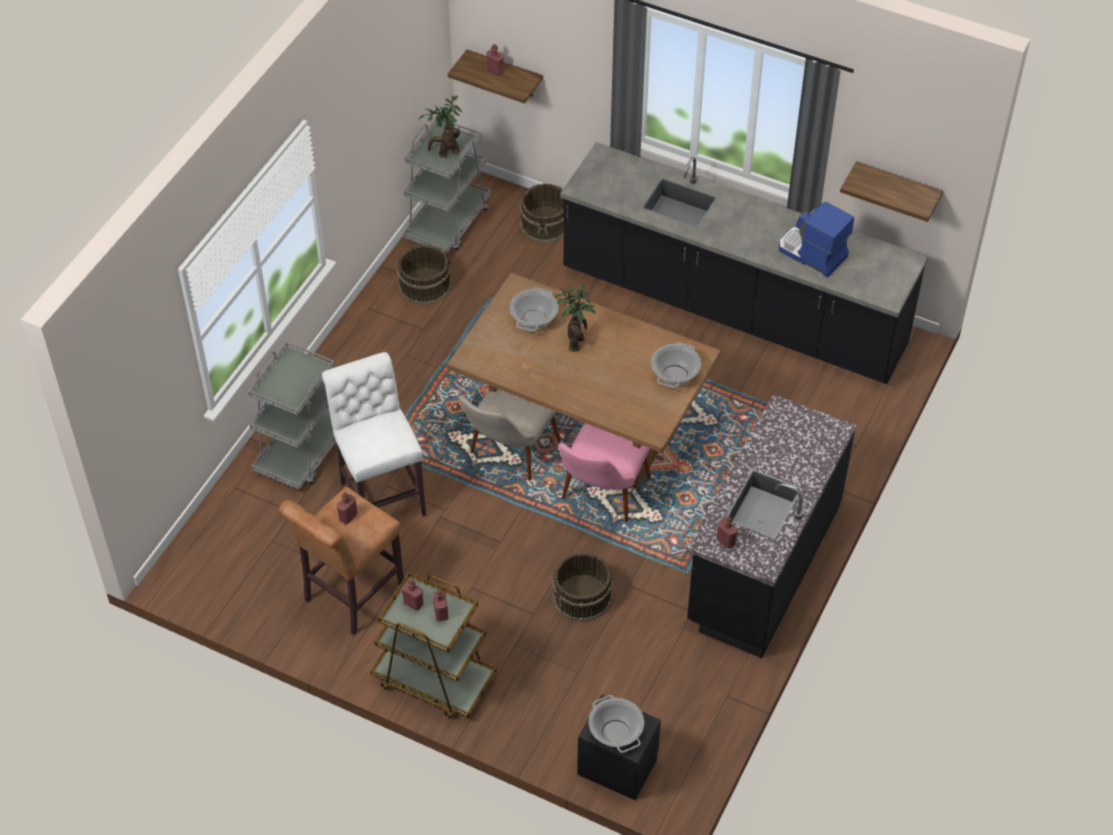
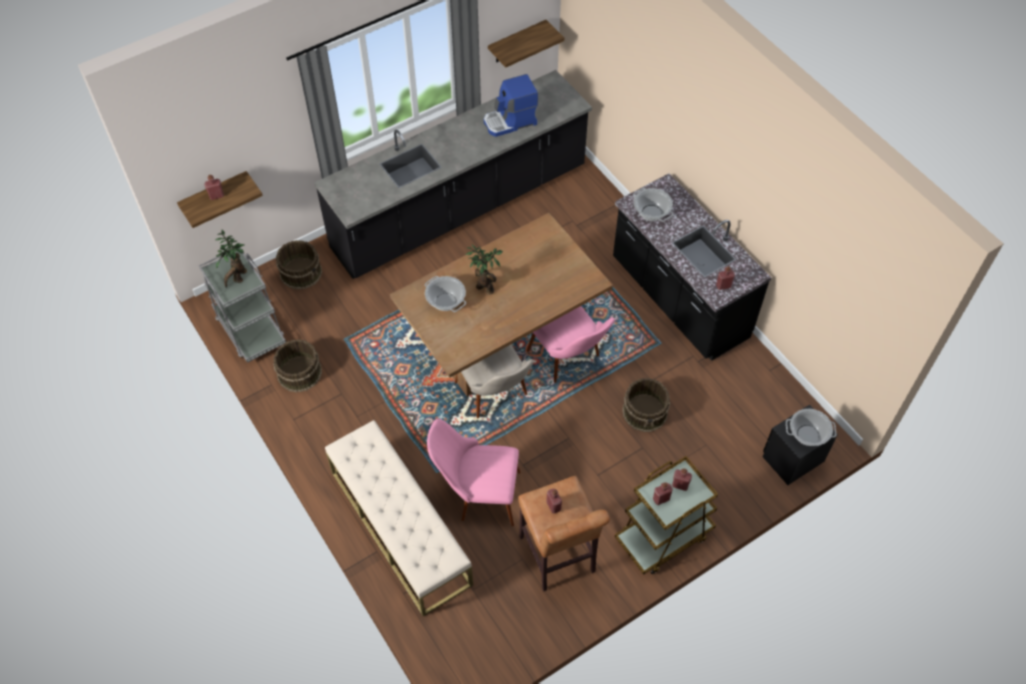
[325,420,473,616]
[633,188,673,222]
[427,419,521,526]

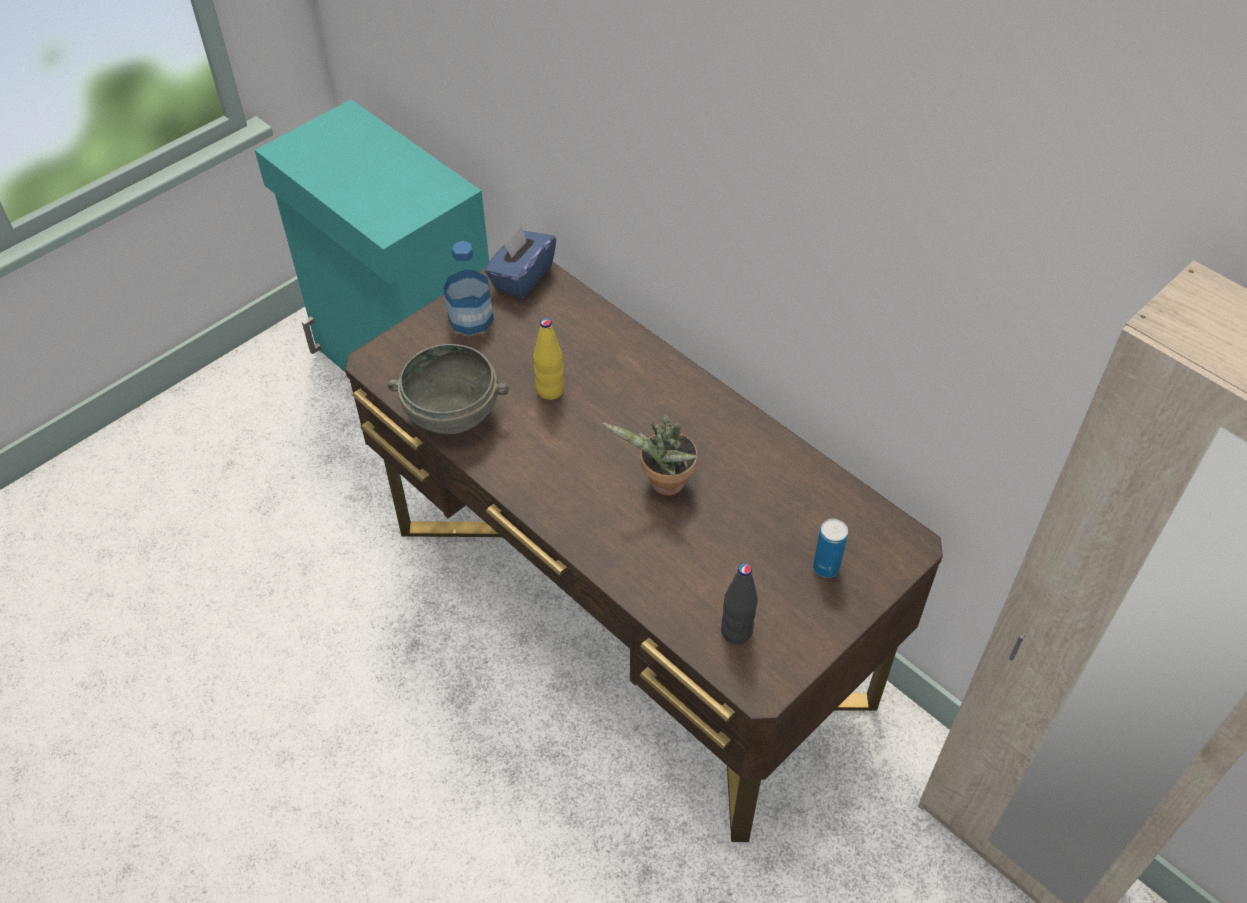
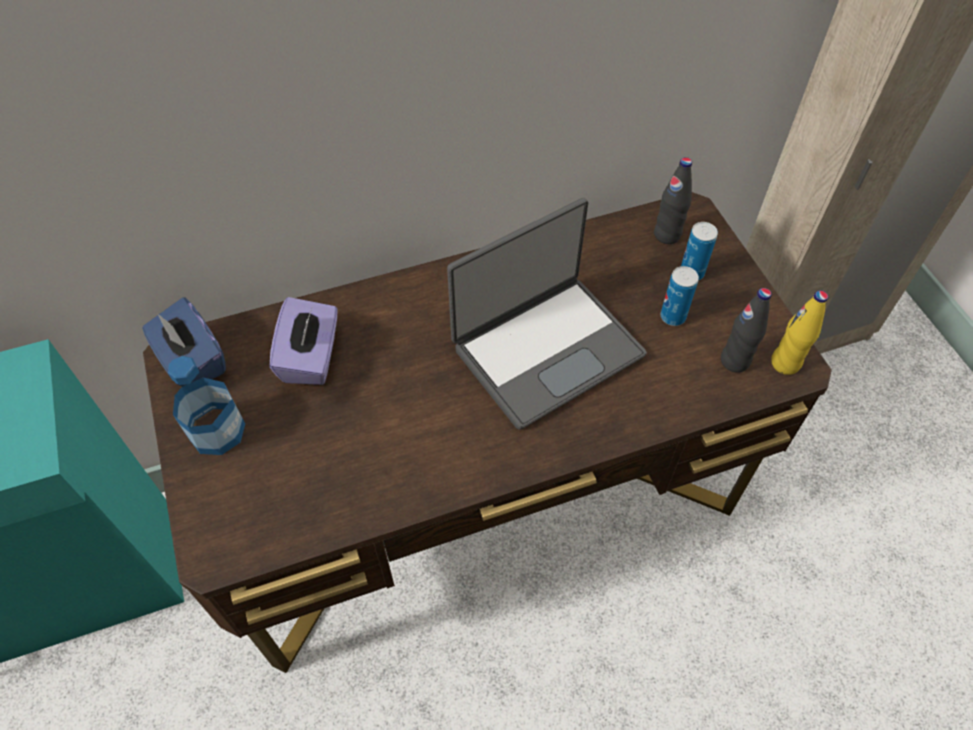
[771,290,828,375]
[387,344,509,434] (first image)
[447,198,647,430]
[654,157,692,244]
[661,266,699,326]
[269,297,338,385]

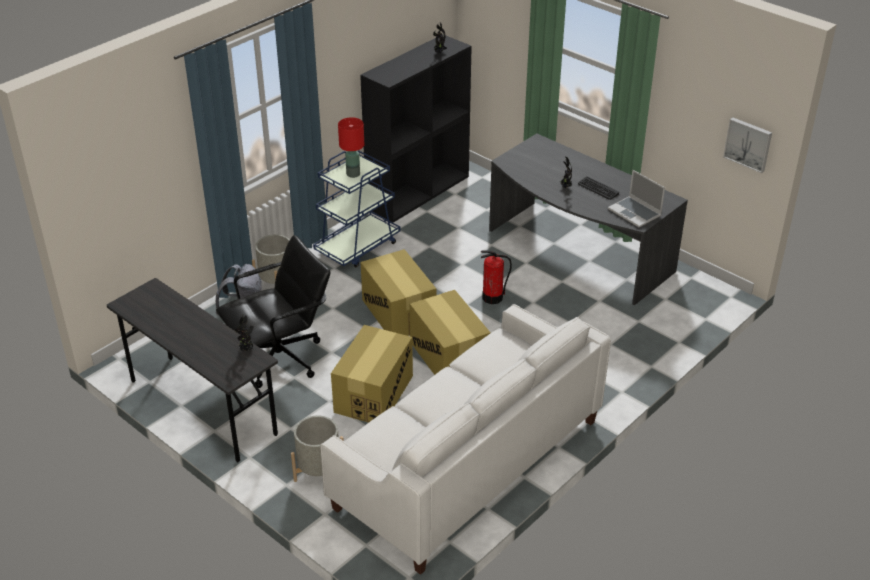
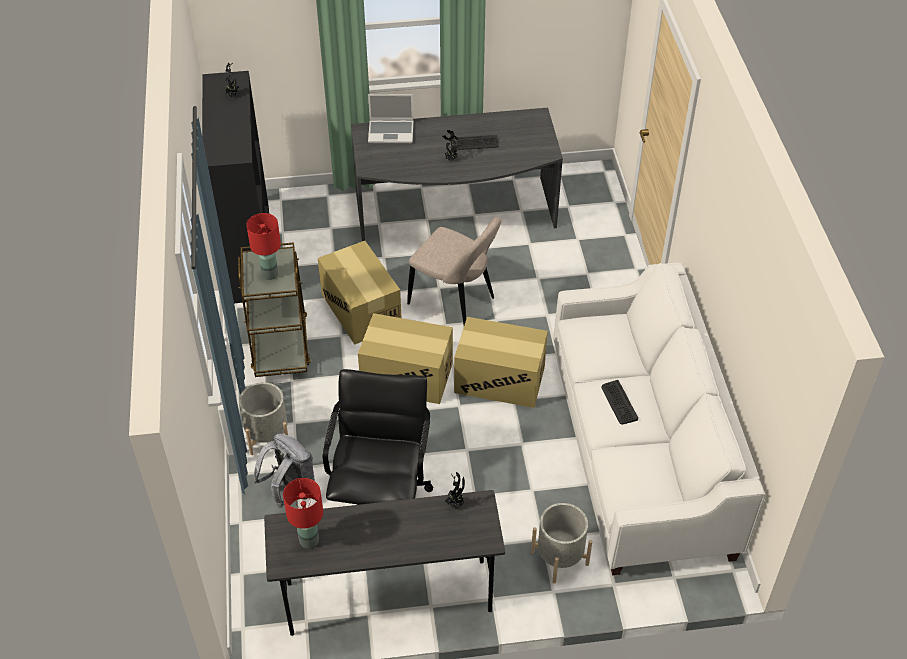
[723,117,772,173] (first image)
[238,242,311,377]
[368,94,413,143]
[407,216,501,325]
[318,241,401,345]
[601,380,638,425]
[283,478,323,549]

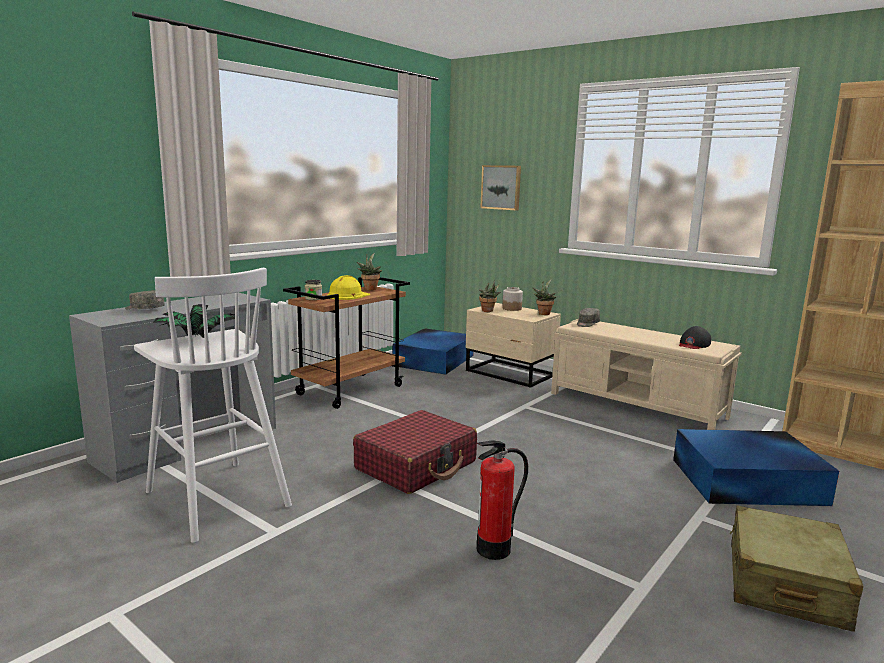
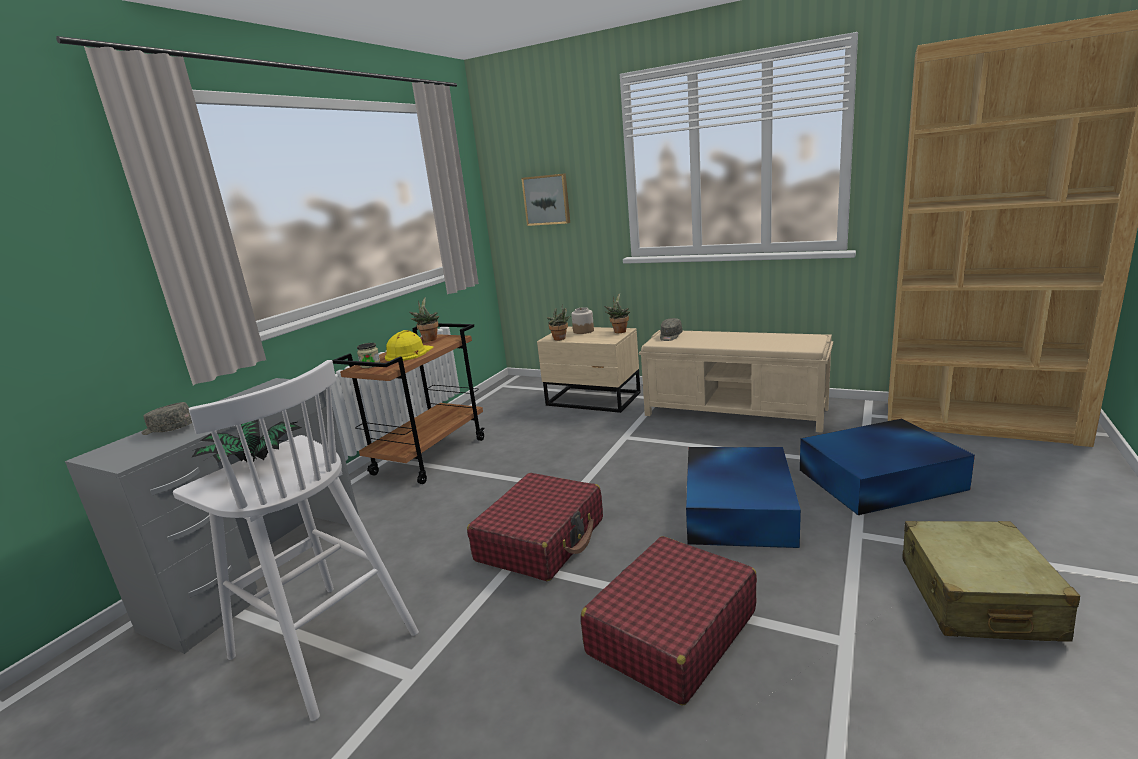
[679,326,711,349] (first image)
[686,447,801,548]
[581,536,757,706]

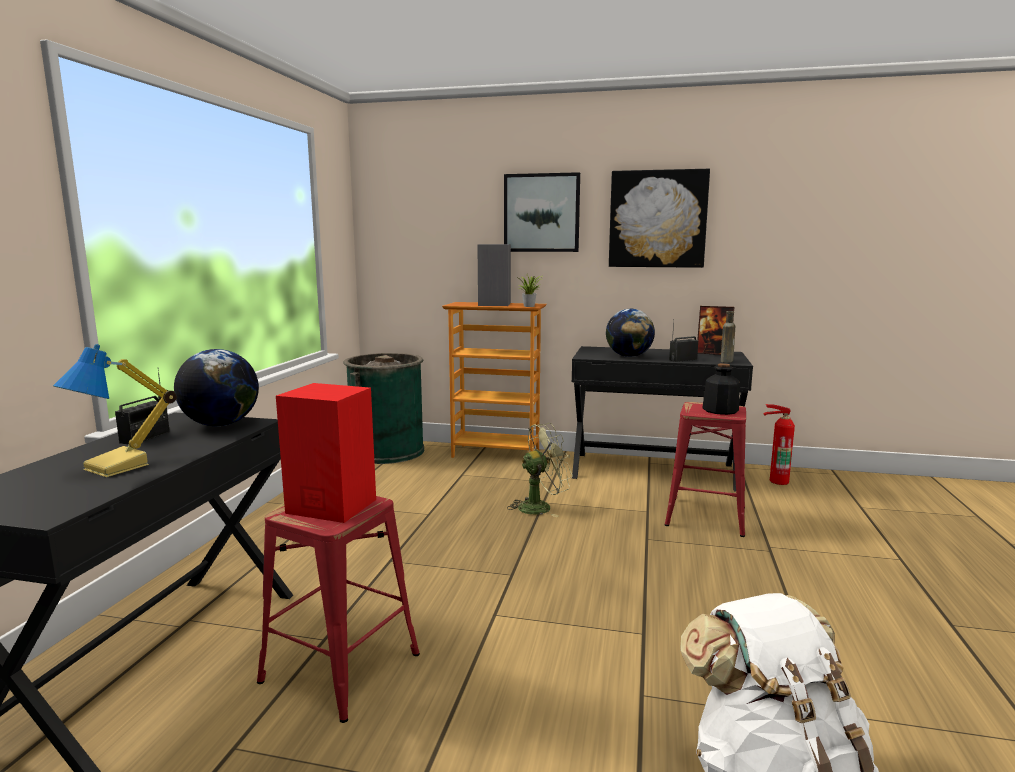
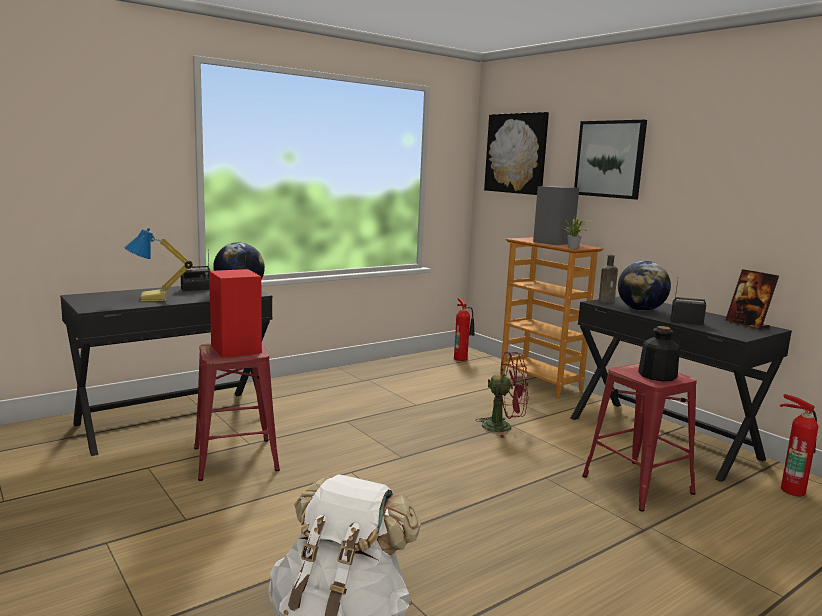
[484,112,549,195]
[599,255,618,303]
[454,298,475,361]
[475,351,528,438]

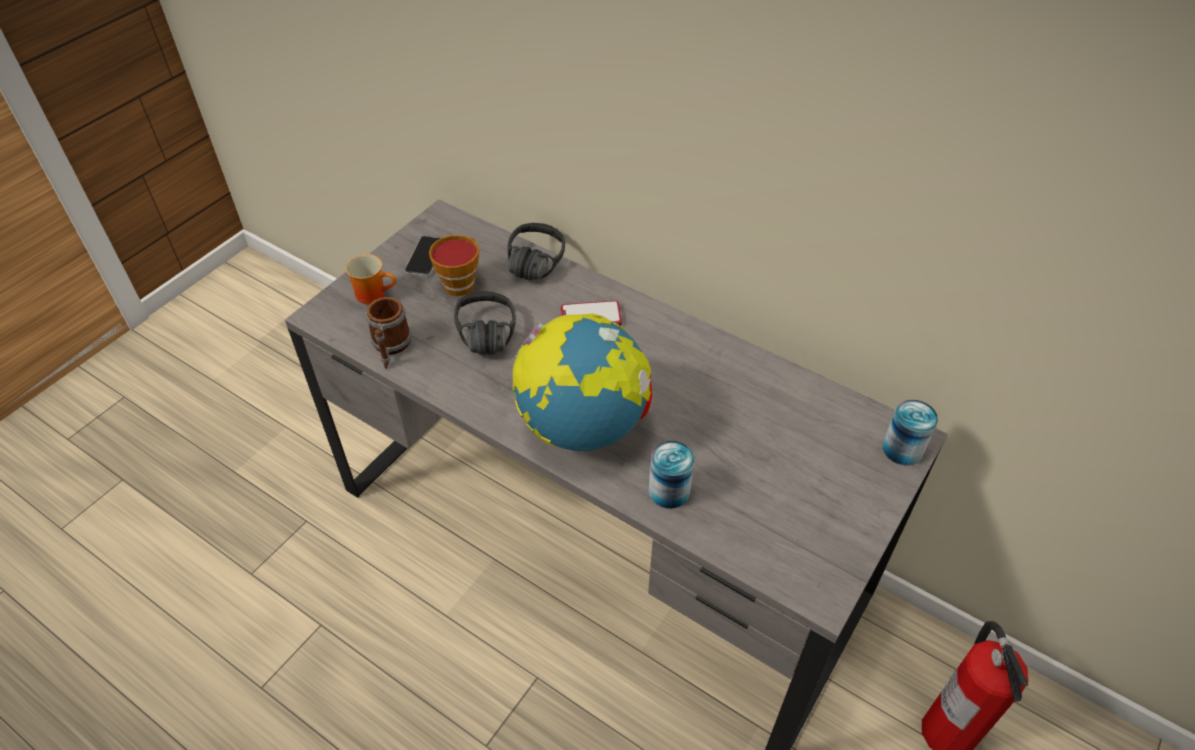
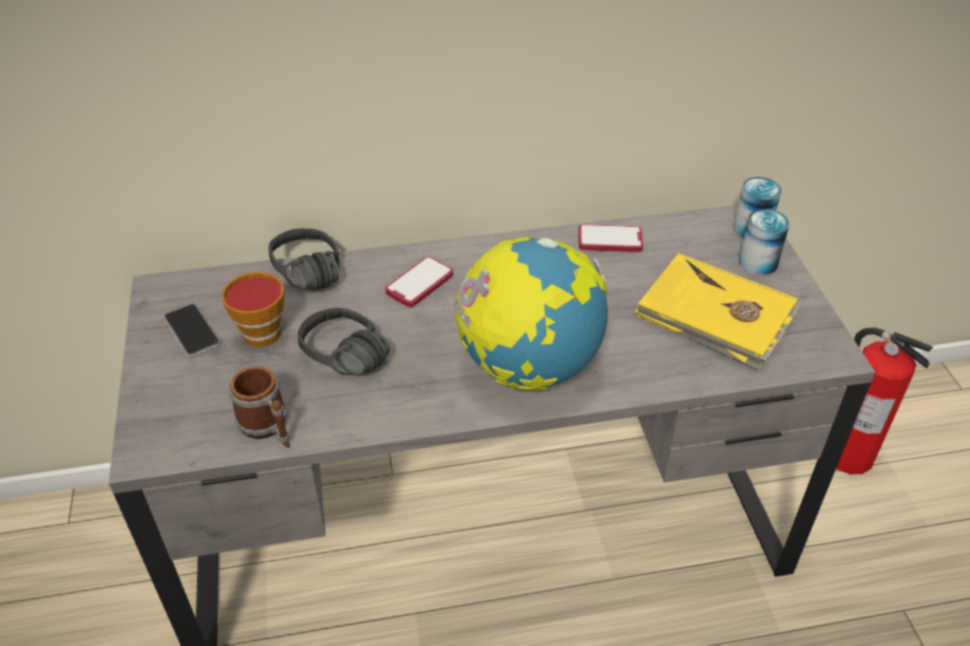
[345,254,396,304] (first image)
[739,209,790,275]
[578,224,643,252]
[634,253,799,370]

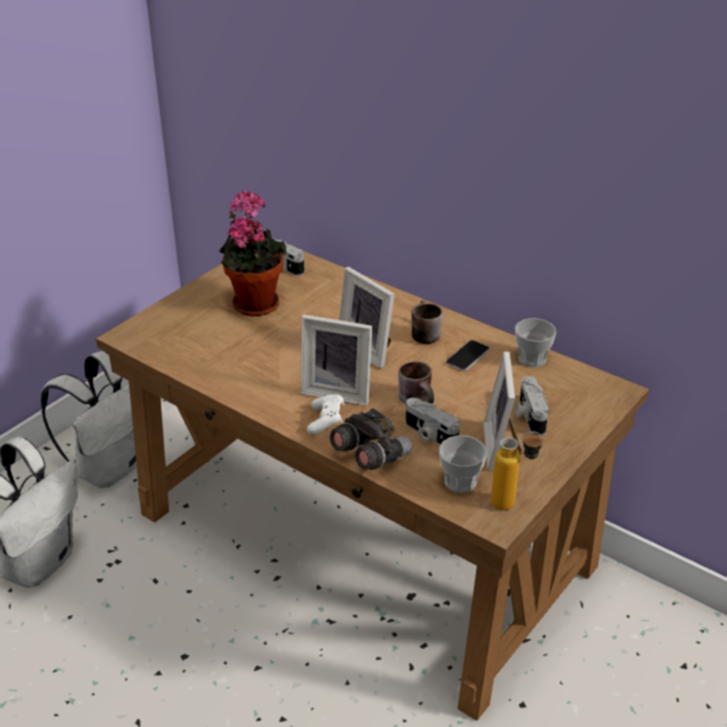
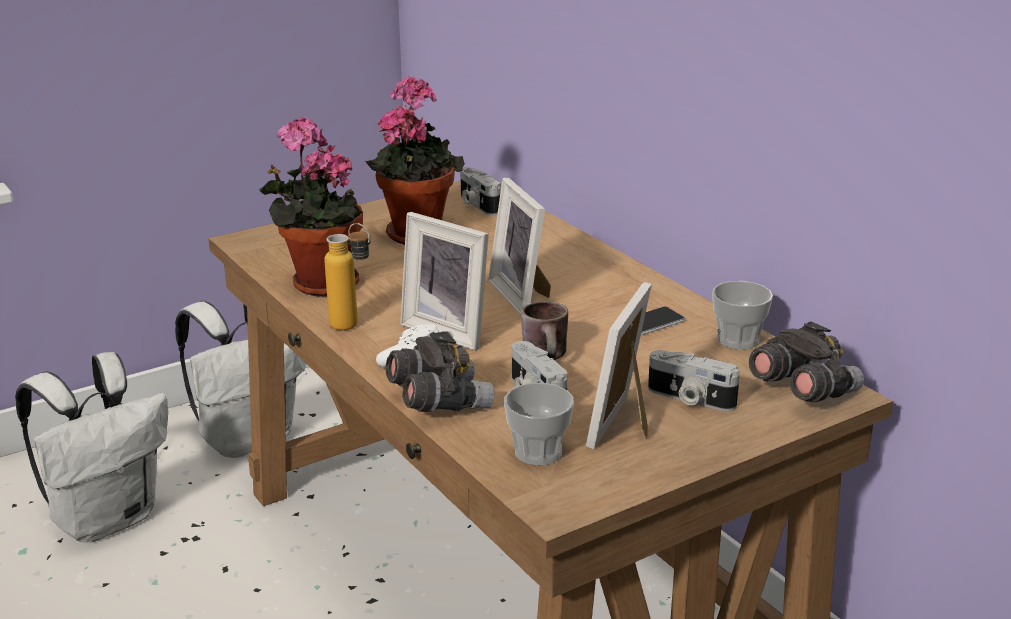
[411,300,443,344] (first image)
[648,350,740,411]
[324,223,370,330]
[259,117,363,297]
[749,321,864,402]

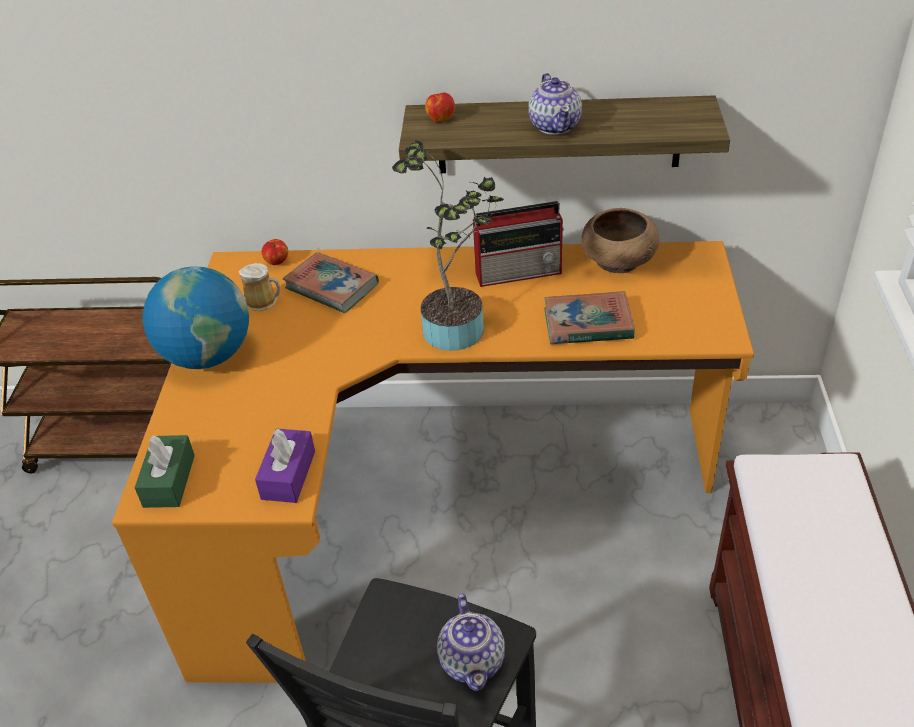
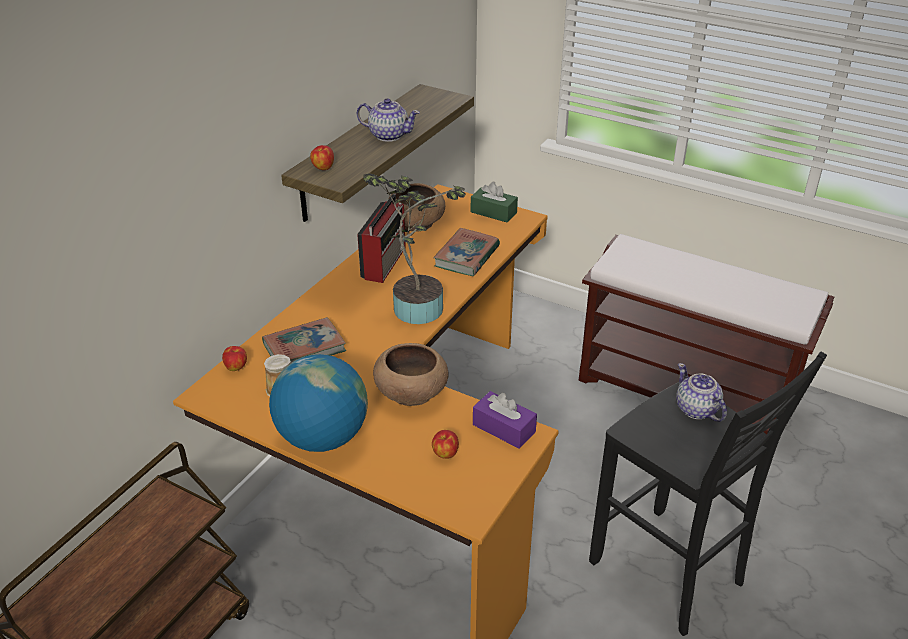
[471,182,518,222]
[676,363,727,422]
[373,343,449,406]
[432,430,459,459]

